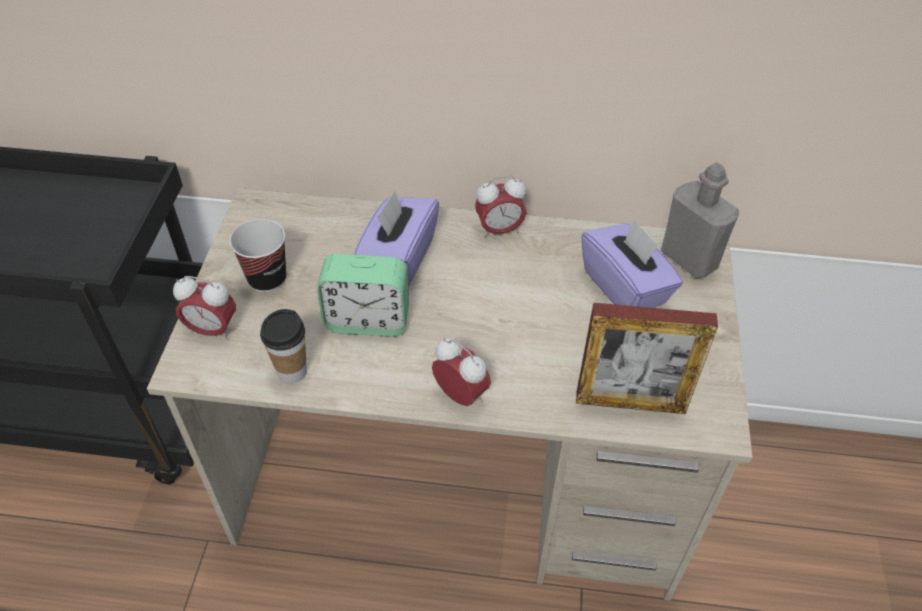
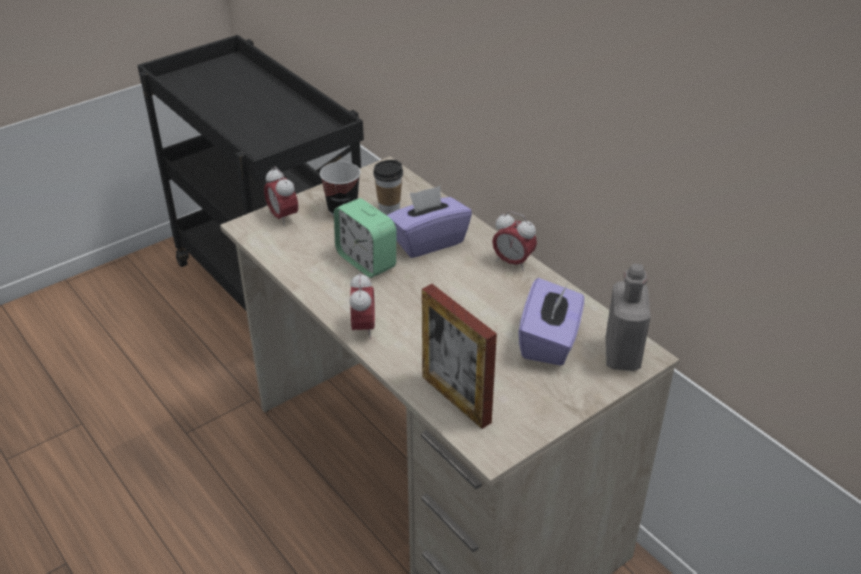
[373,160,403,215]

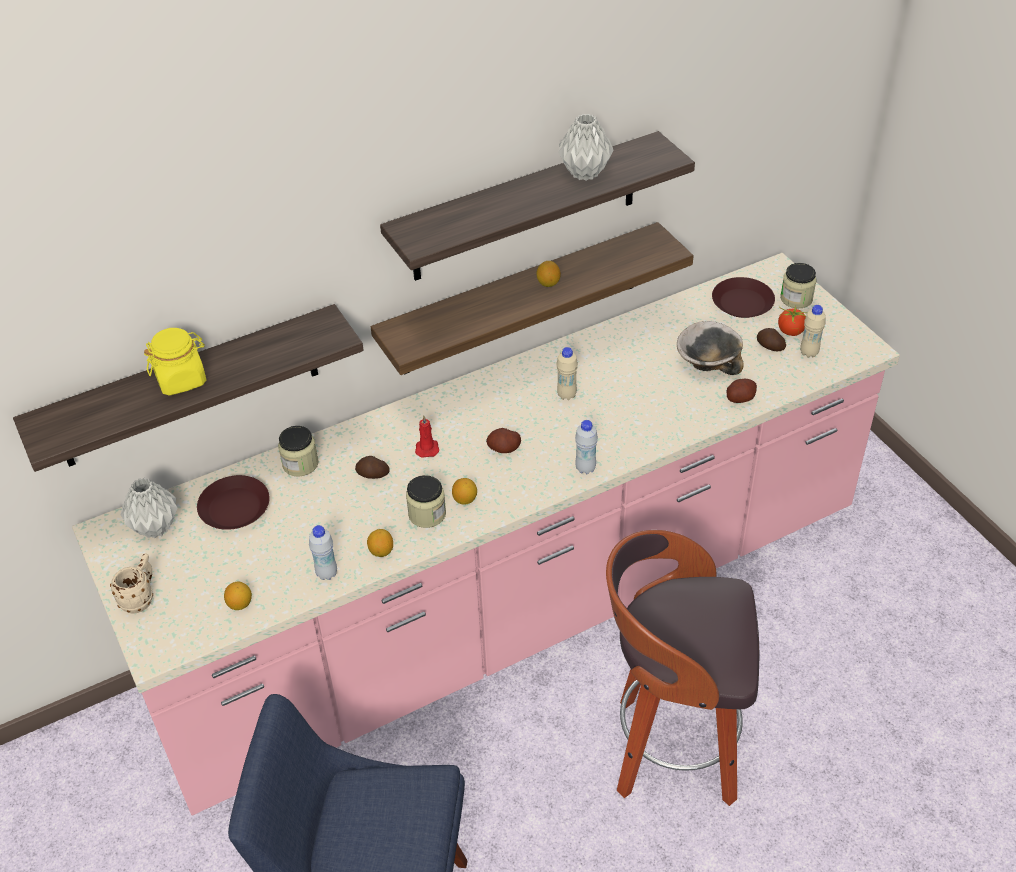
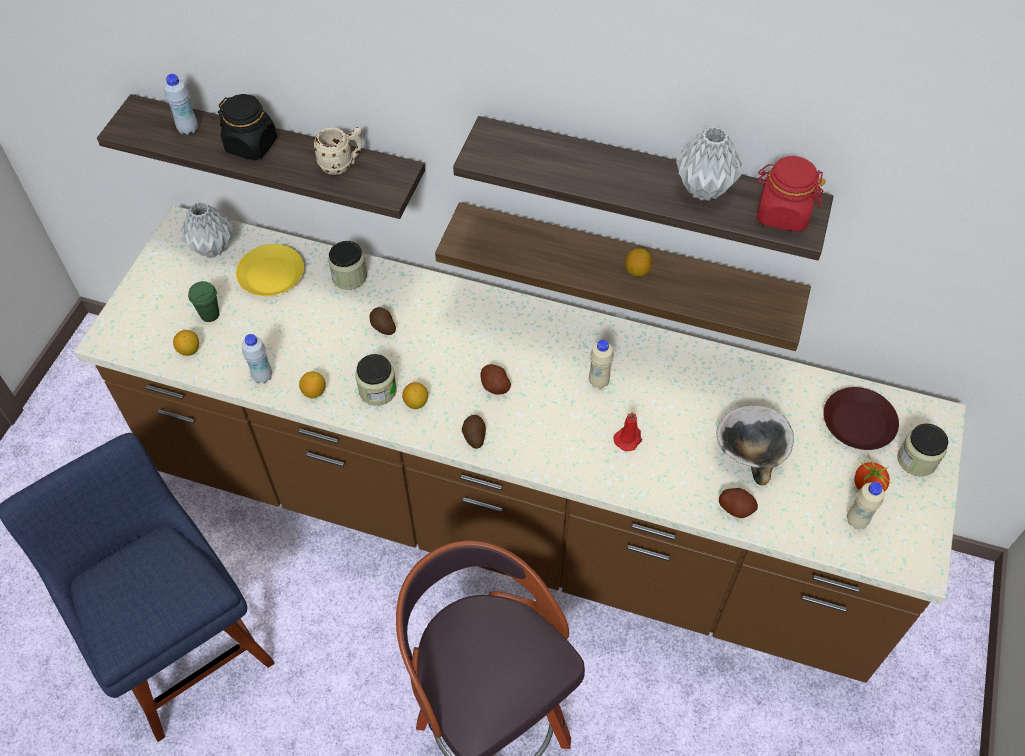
[74,206,966,683]
[218,94,277,160]
[462,415,486,449]
[613,412,642,451]
[164,74,198,135]
[236,244,304,296]
[313,127,362,175]
[756,156,826,232]
[188,281,220,322]

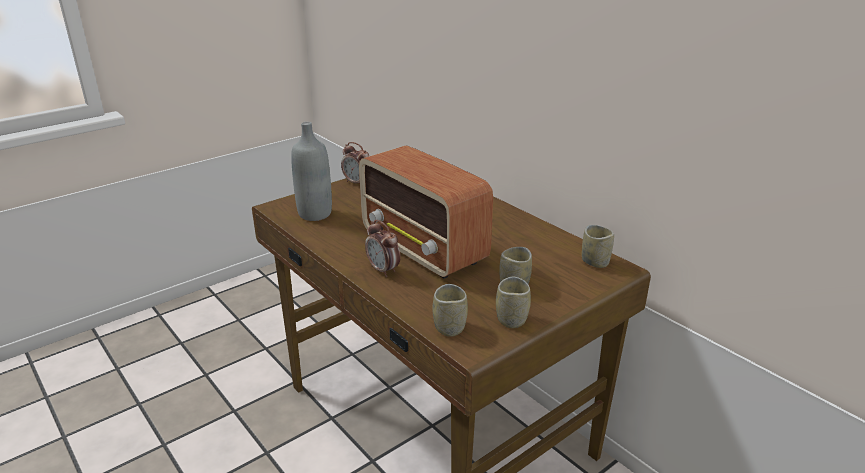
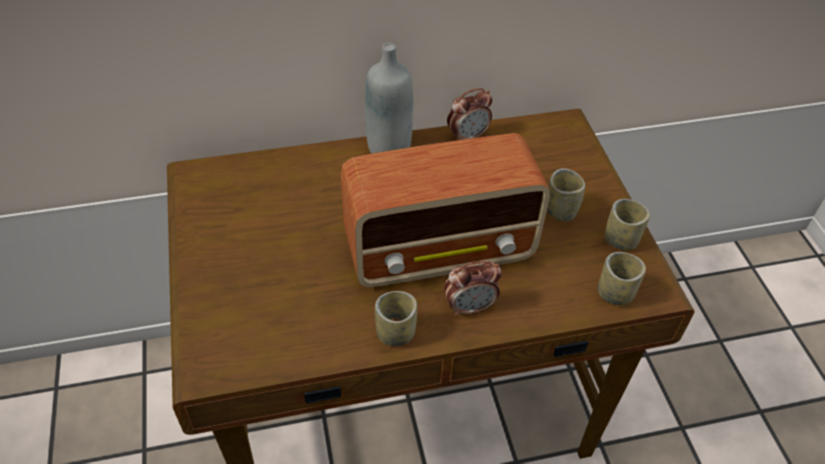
[365,43,413,154]
[447,88,493,140]
[375,291,417,346]

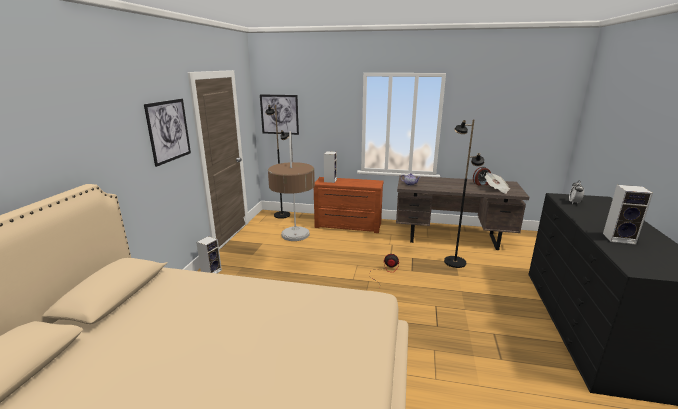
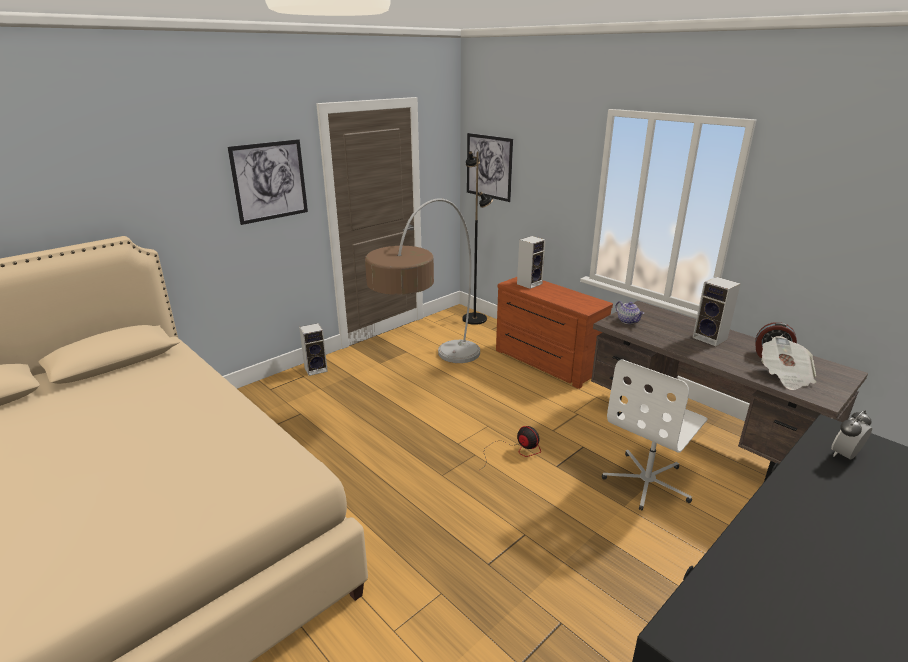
[602,359,708,510]
[693,277,741,346]

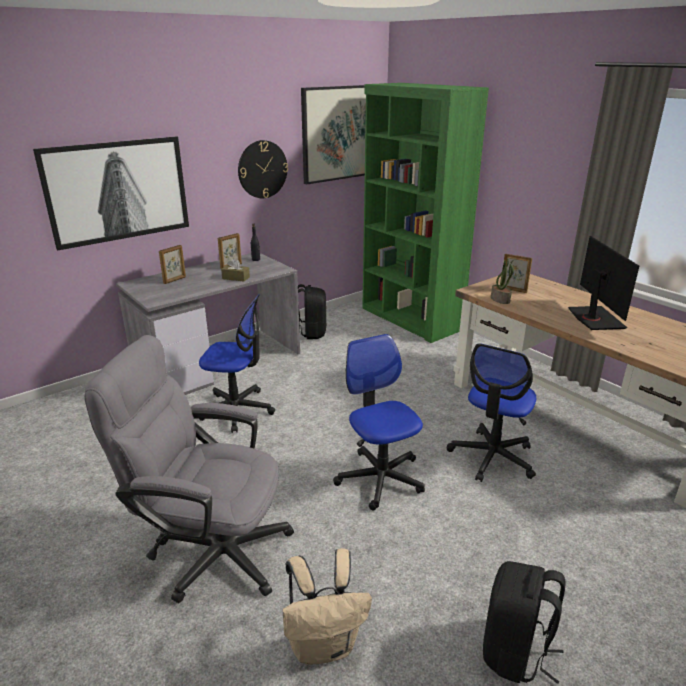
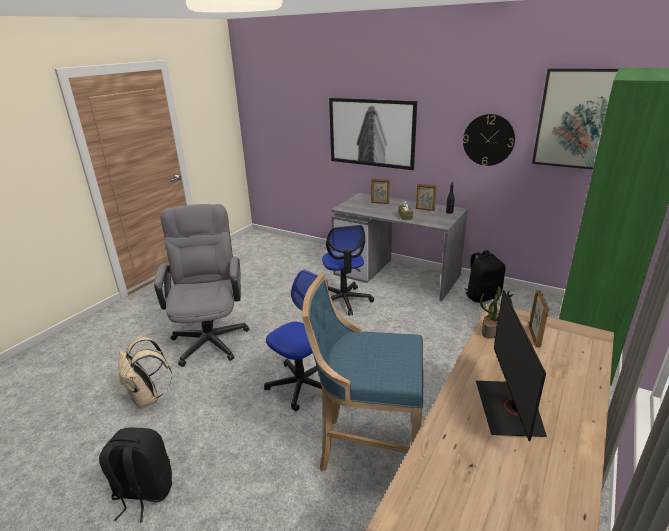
[476,290,547,441]
[302,274,423,472]

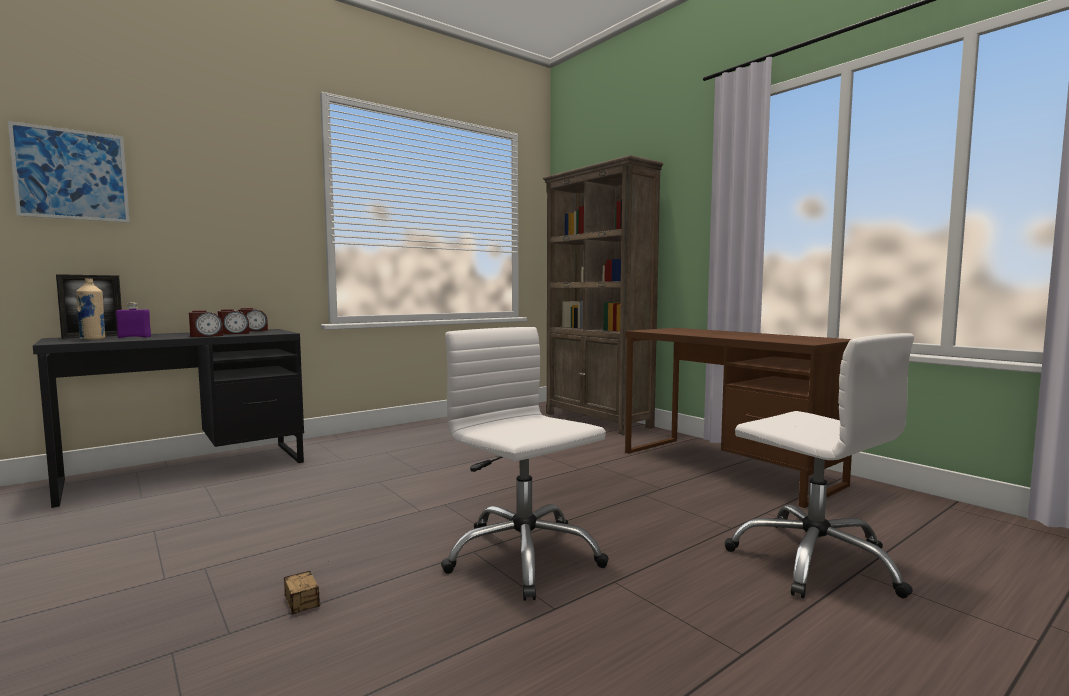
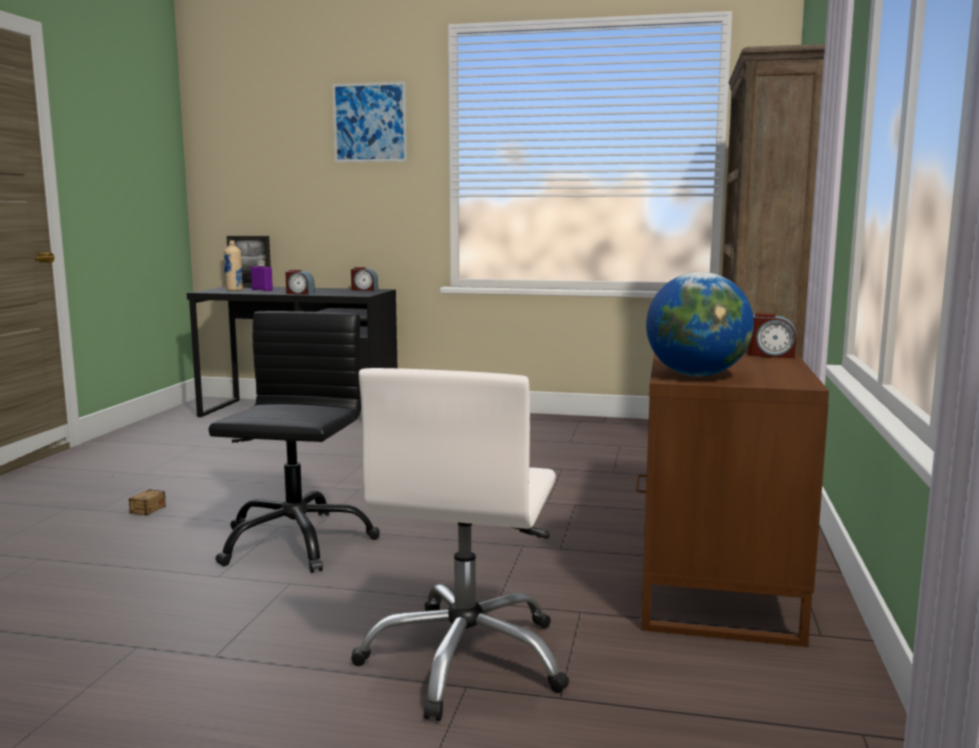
[332,82,407,162]
[748,313,796,358]
[208,311,380,573]
[646,272,754,377]

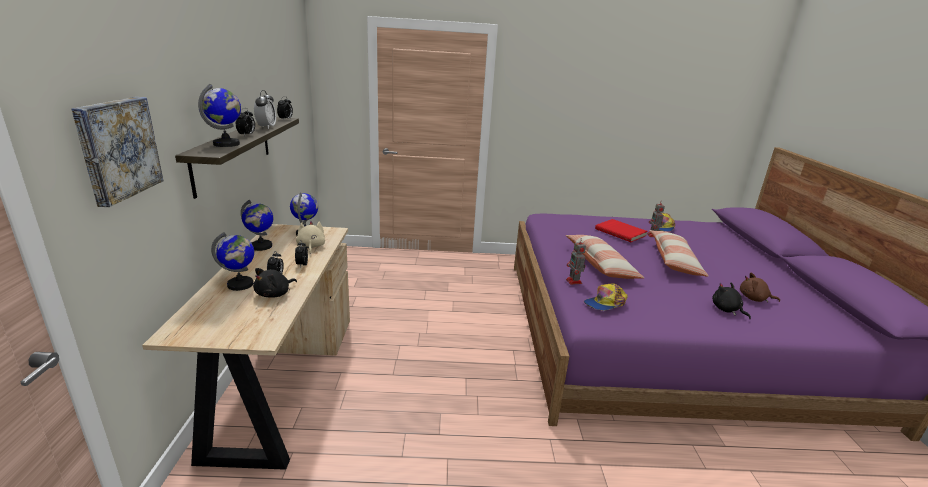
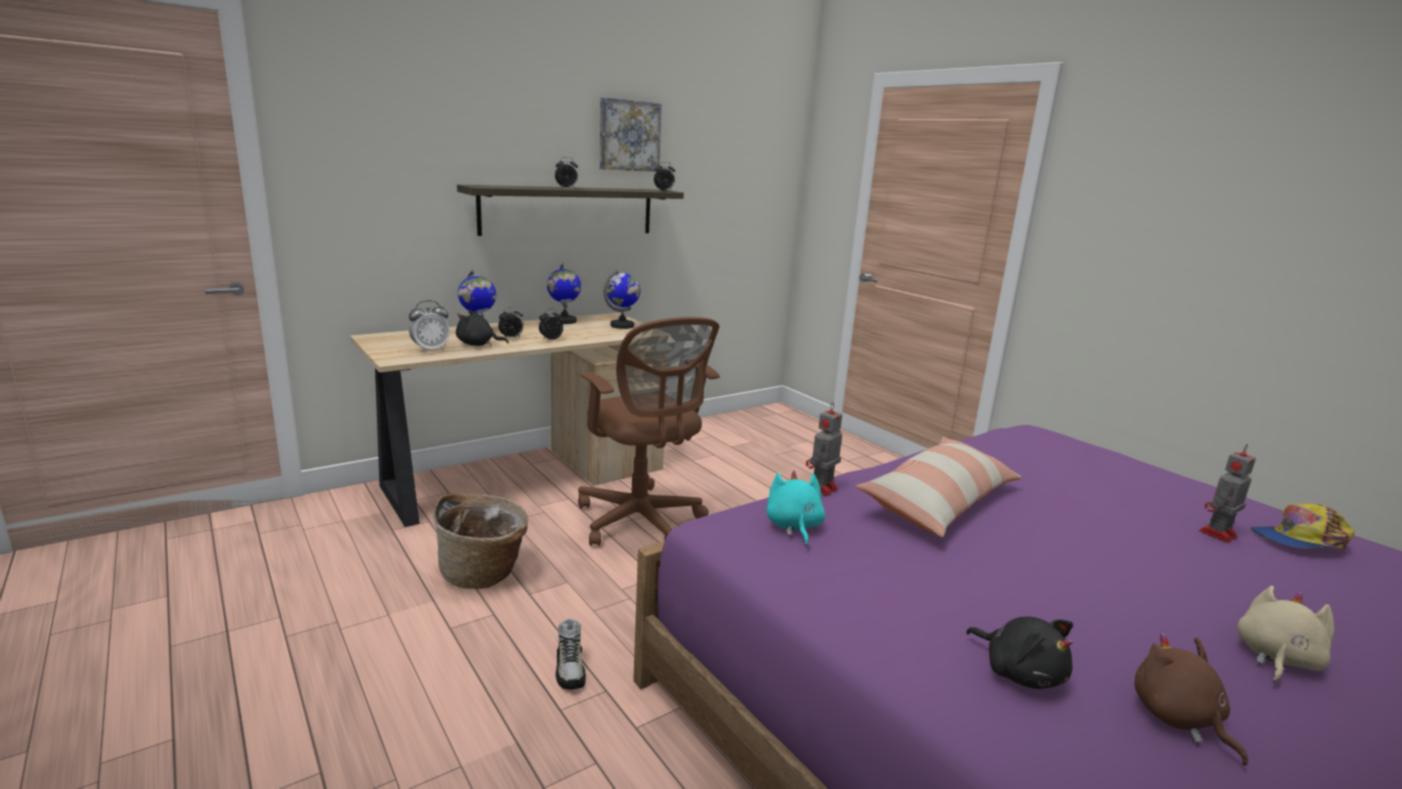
[198,84,241,147] (first image)
[409,300,450,352]
[600,97,662,171]
[595,219,648,242] (first image)
[1237,586,1335,683]
[649,230,709,277] (first image)
[966,617,1073,689]
[766,470,825,546]
[578,317,720,546]
[433,494,528,589]
[556,619,586,689]

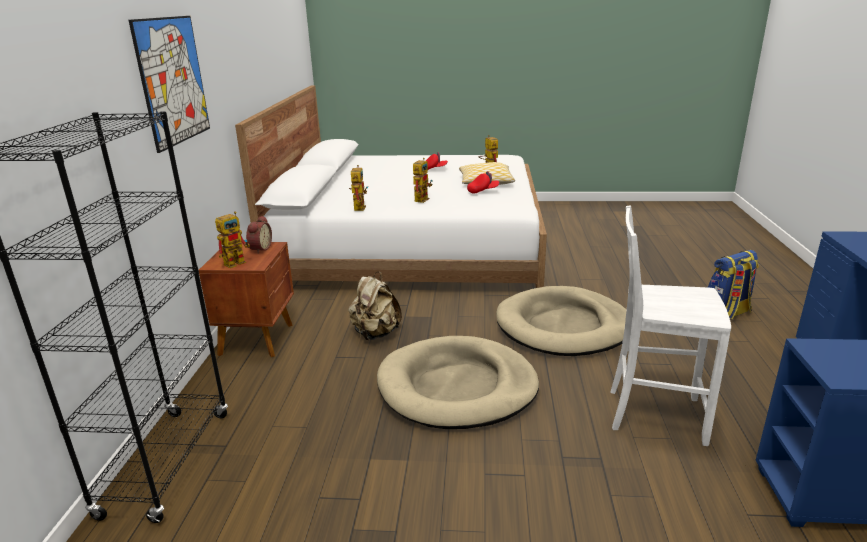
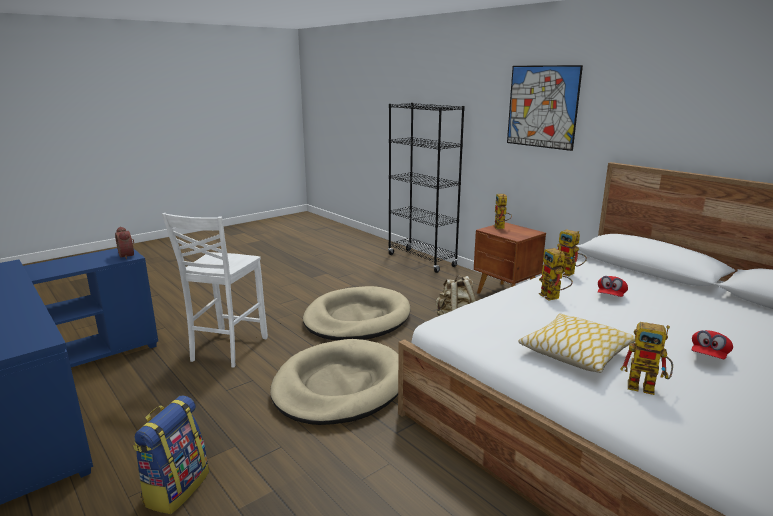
[598,276,628,297]
[162,213,268,368]
[115,227,134,259]

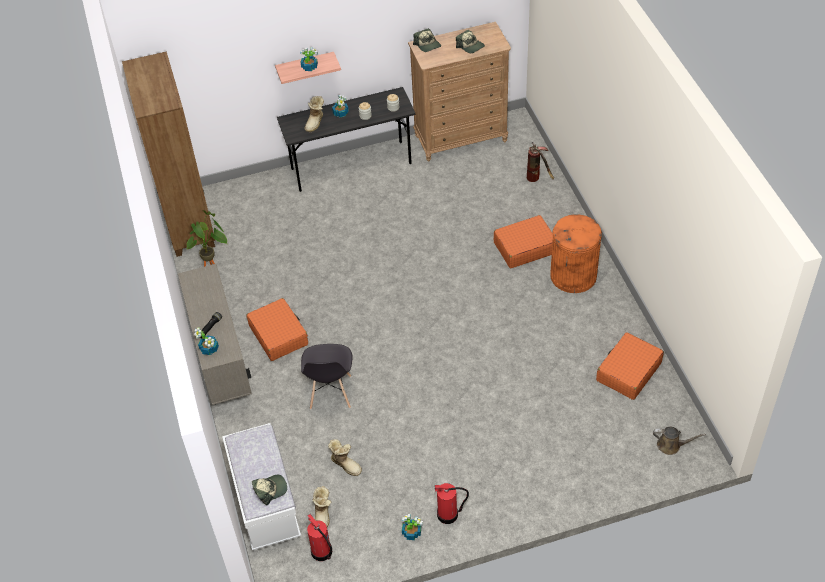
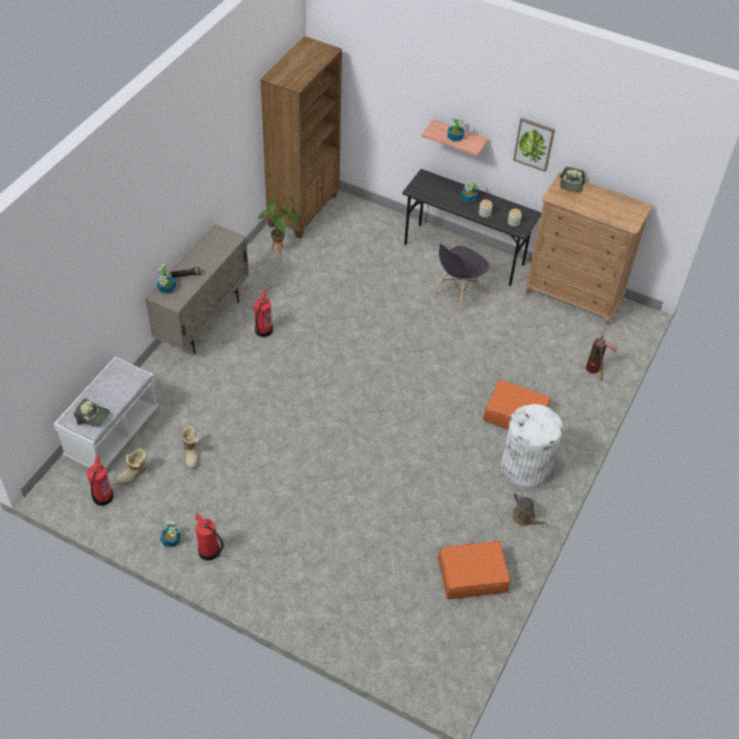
[456,30,485,53] (first image)
[304,96,324,132] (first image)
[501,404,563,488]
[254,289,273,337]
[434,244,489,312]
[512,492,549,526]
[513,118,555,172]

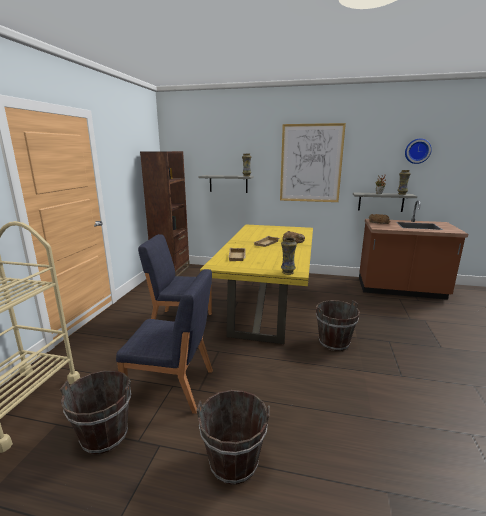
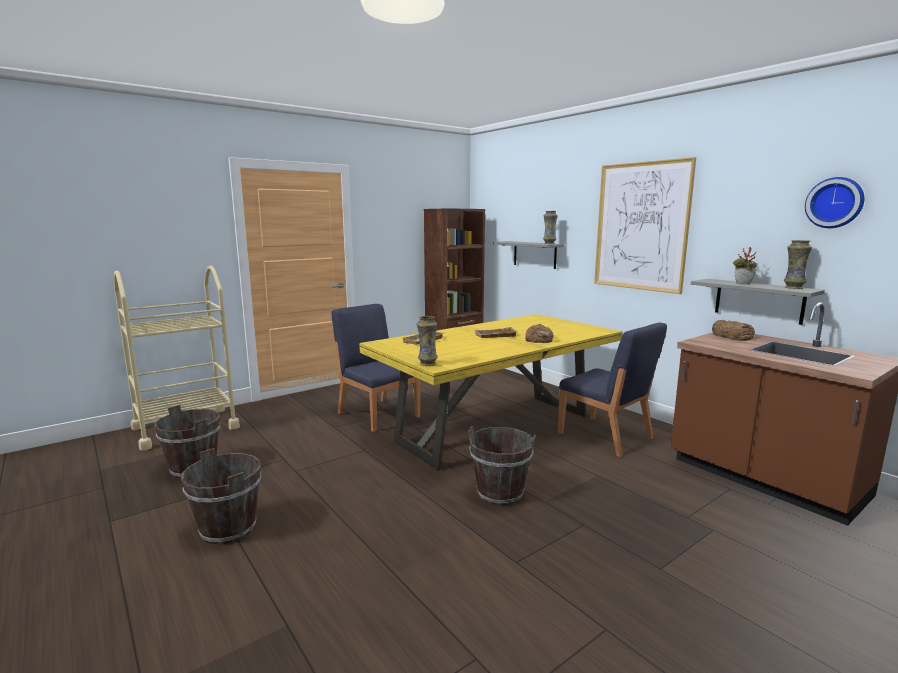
[558,323,667,457]

